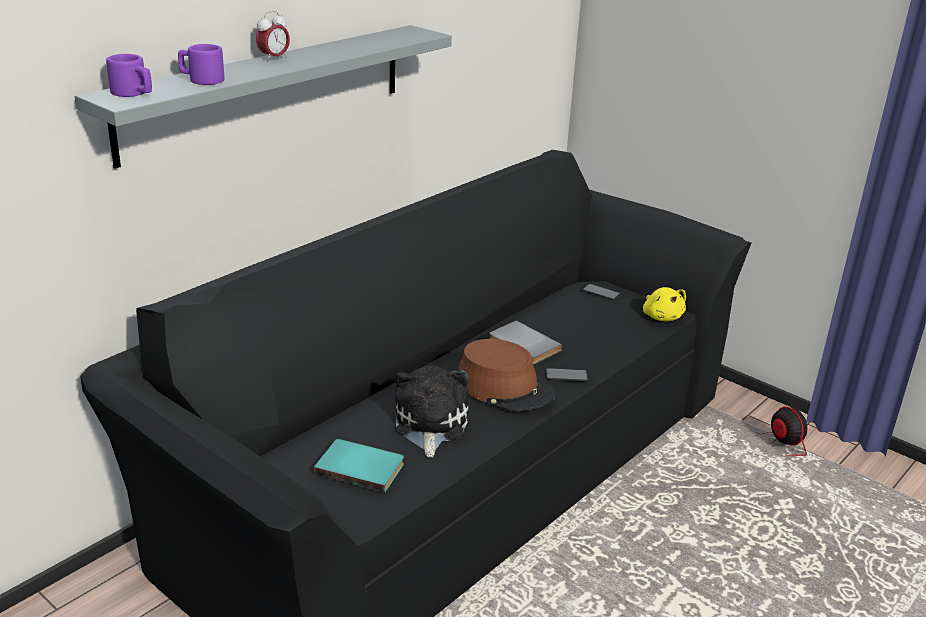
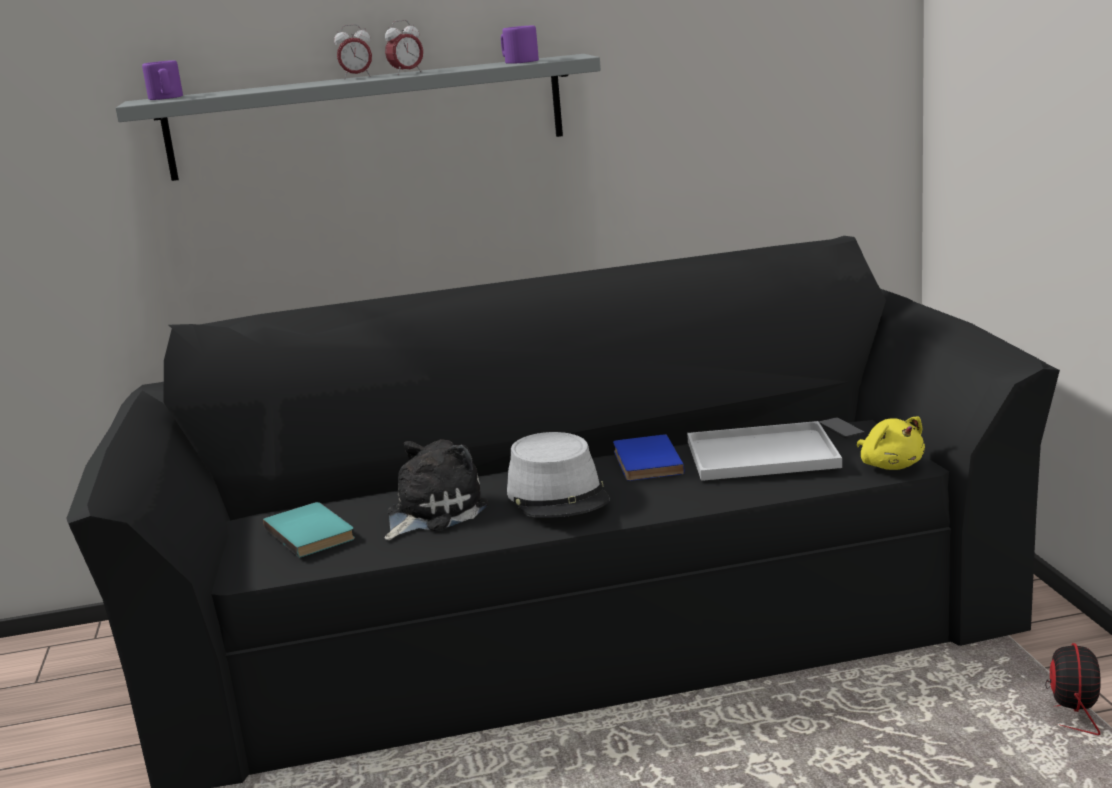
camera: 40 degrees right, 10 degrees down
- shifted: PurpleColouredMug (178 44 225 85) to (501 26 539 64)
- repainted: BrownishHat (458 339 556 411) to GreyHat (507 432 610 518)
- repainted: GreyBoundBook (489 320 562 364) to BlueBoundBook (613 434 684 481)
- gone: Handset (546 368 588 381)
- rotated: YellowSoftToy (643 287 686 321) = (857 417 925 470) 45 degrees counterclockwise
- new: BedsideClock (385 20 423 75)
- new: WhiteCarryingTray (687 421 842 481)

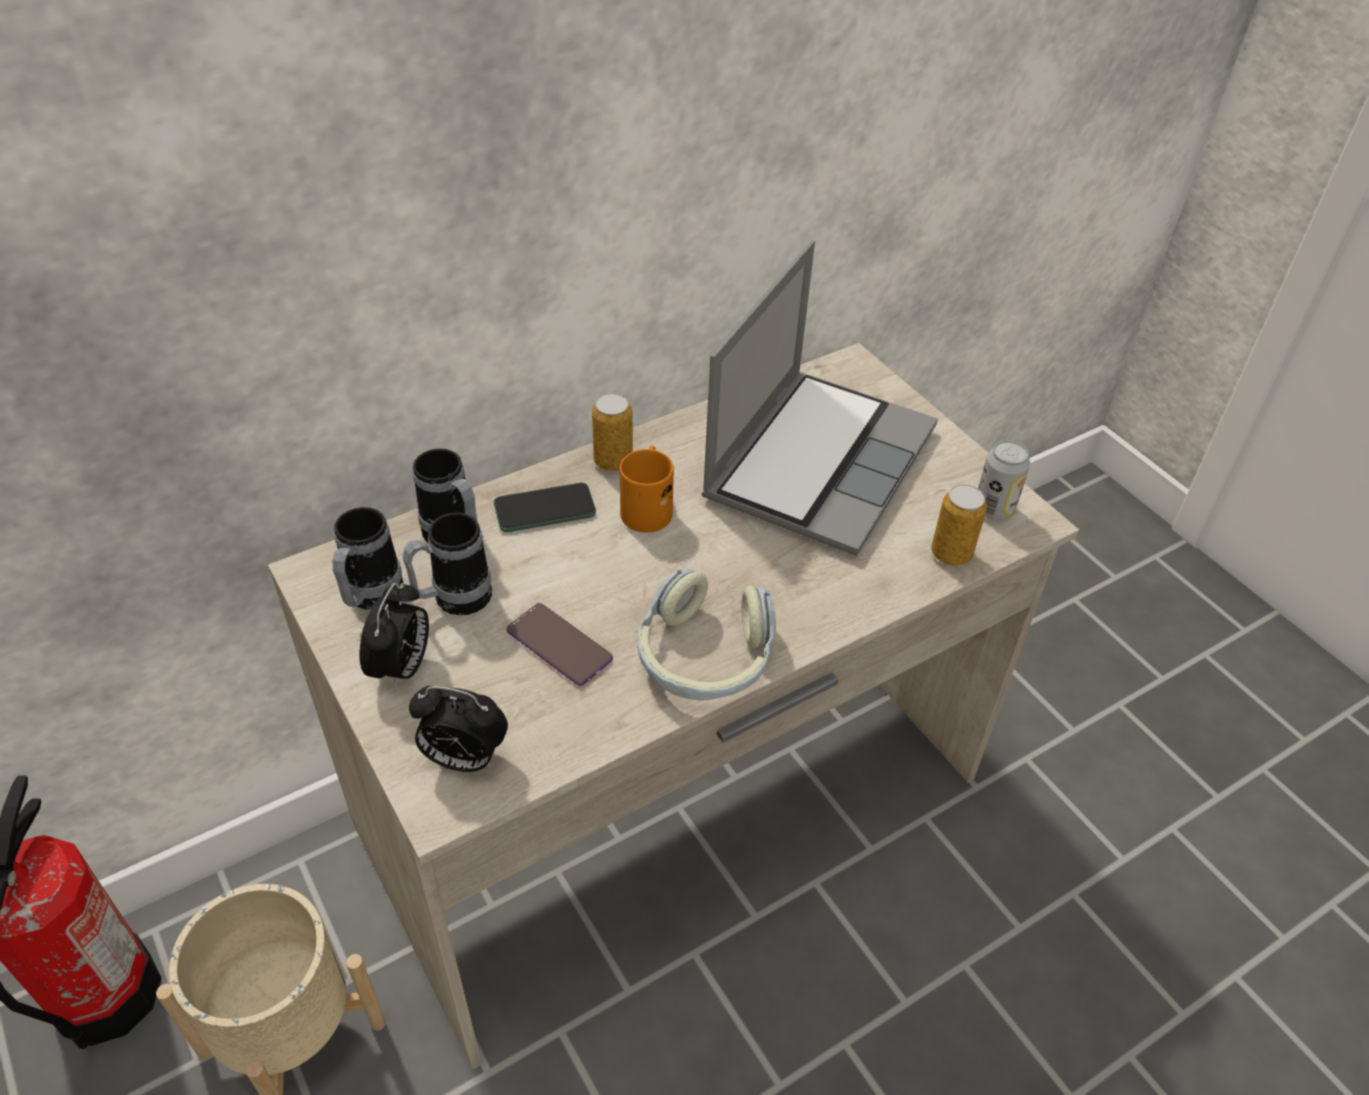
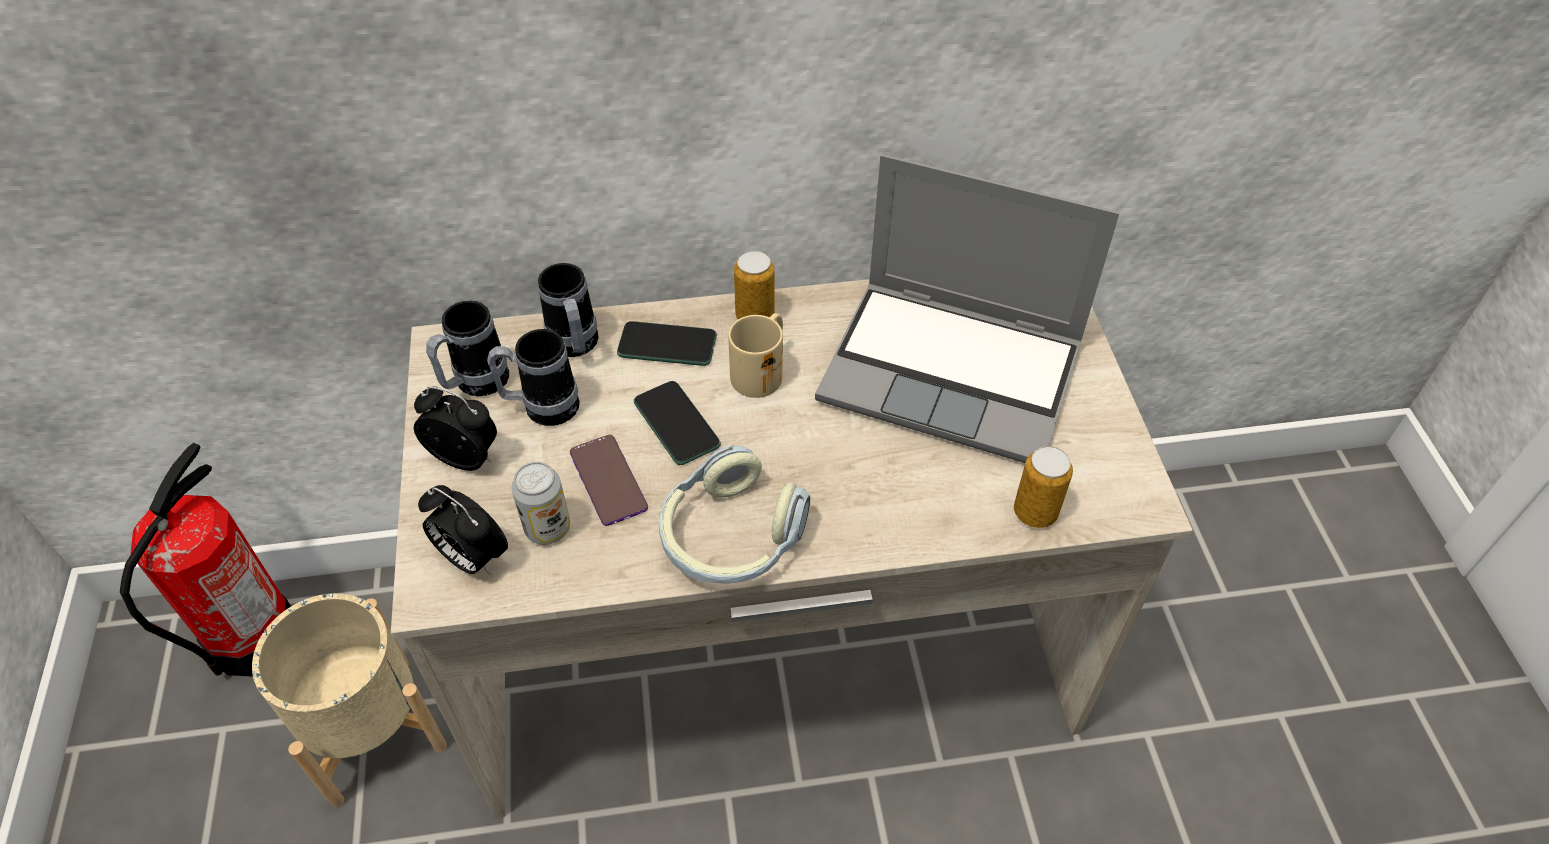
camera: 25 degrees right, 5 degrees up
- rotated: BedsideClock (359 583 429 690) = (414 386 497 471) 105 degrees counterclockwise
- repainted: OrangeColouredMug (620 446 674 533) to BeigeColouredMug (728 313 783 398)
- rotated: NotebookComputer (702 241 938 556) = (815 154 1120 463) 60 degrees clockwise
- shifted: SealedCan (978 440 1030 520) to (511 462 570 545)
- new: Handset (634 381 721 465)

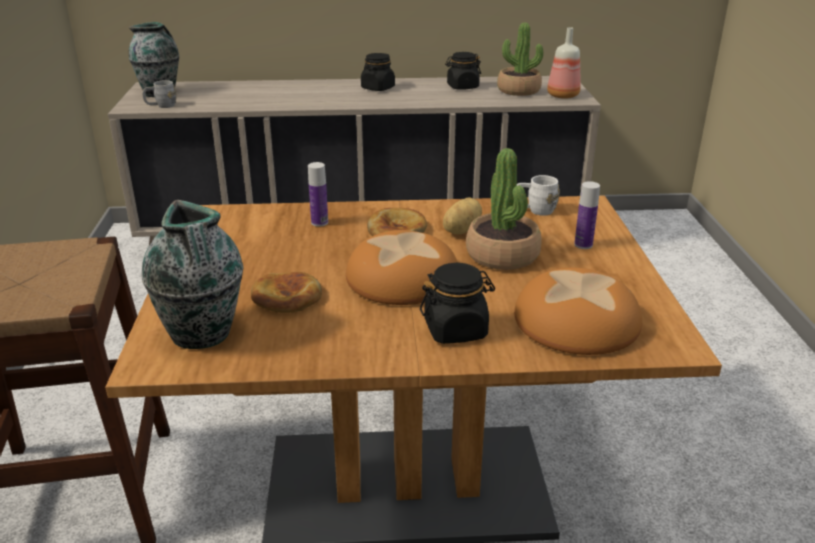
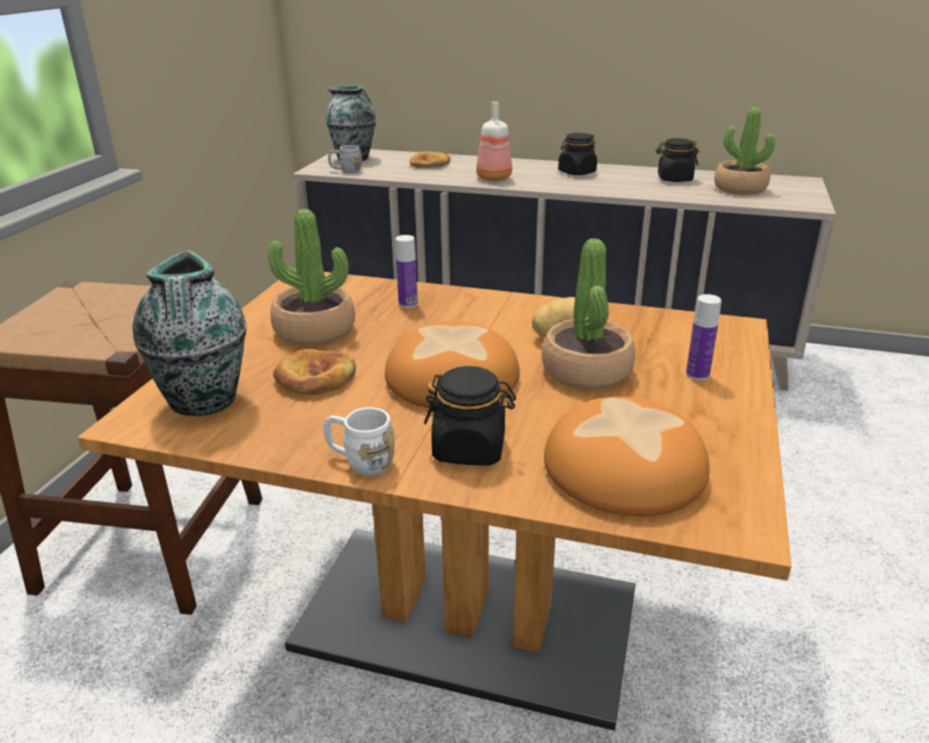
camera: 20 degrees right, 0 degrees up
- shifted: BakeryBread (367 208 427 236) to (410 151 450 168)
- shifted: WhiteMug (517 175 560 216) to (323 407 395 476)
- shifted: Bottle (547 27 581 99) to (476 101 512 181)
- new: Houseplant (268 209 355 346)

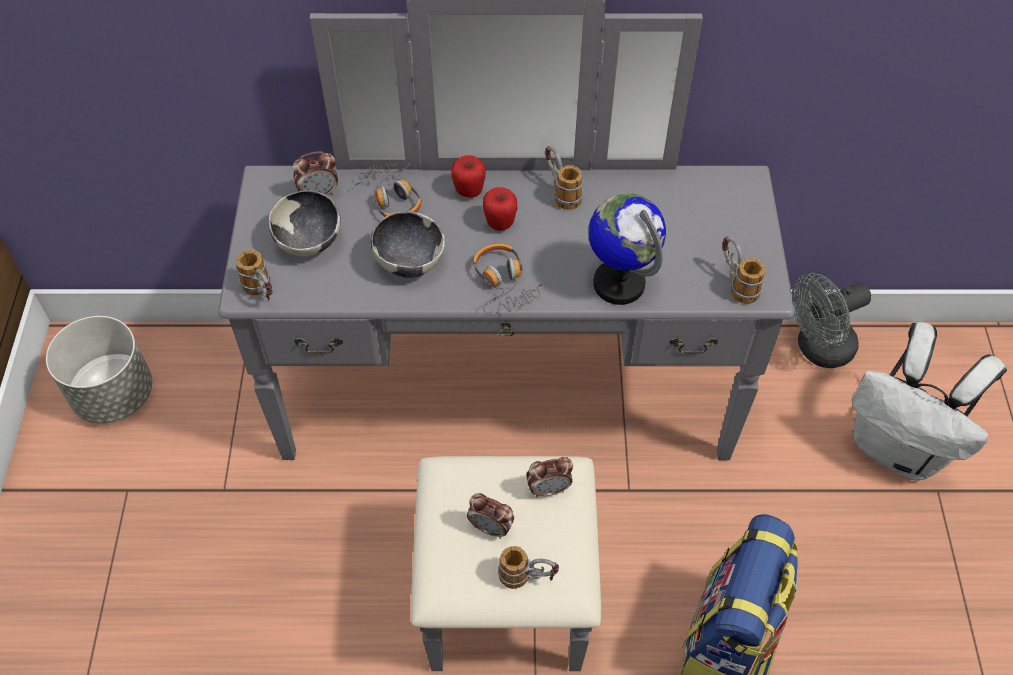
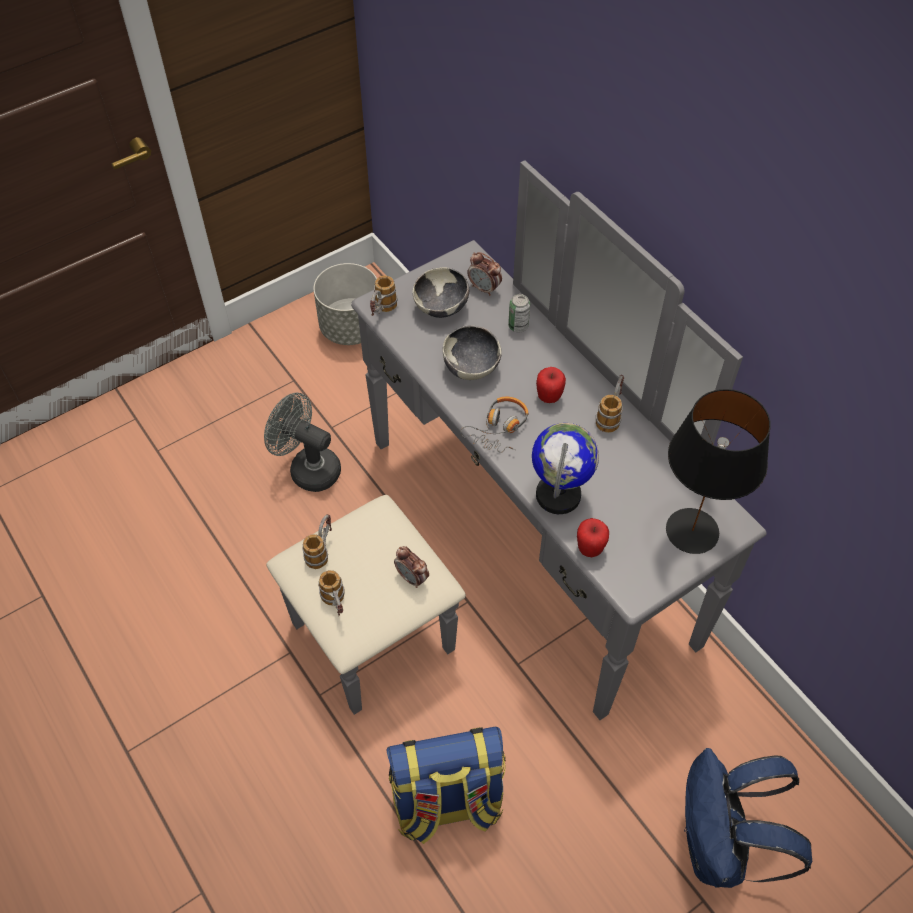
camera: 55 degrees right, 0 degrees up
- swapped: PairOfHeadphones (352 163 422 217) to SealedCan (508 294 530 332)
- shifted: WholeApple (451 155 486 198) to (577 518 609 557)
- gone: BedsideClock (467 493 514 539)
- shifted: Mug (722 236 765 304) to (302 514 332 569)
- shifted: GreyCoolingFan (792 273 871 368) to (264 393 341 492)
- repainted: WhiteBackpack (852 322 1007 481) to BlueBackpack (684 748 812 888)
- new: BlackTabletopLamp (666 389 771 554)

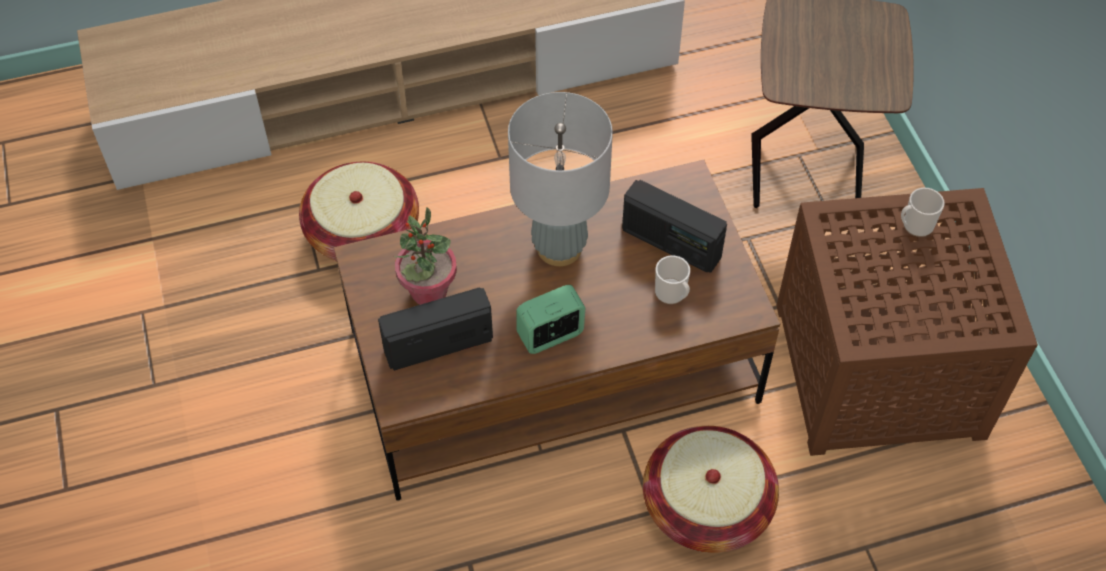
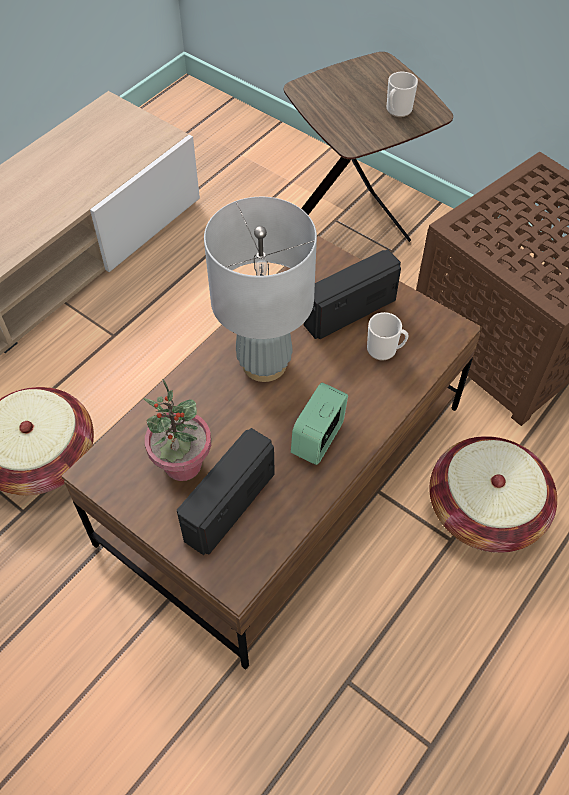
camera: 35 degrees left, 0 degrees up
- rotated: Radio (622 180 727 273) = (304 249 401 339) 150 degrees clockwise
- shifted: Mug (901 188 944 237) to (386 72 418 117)

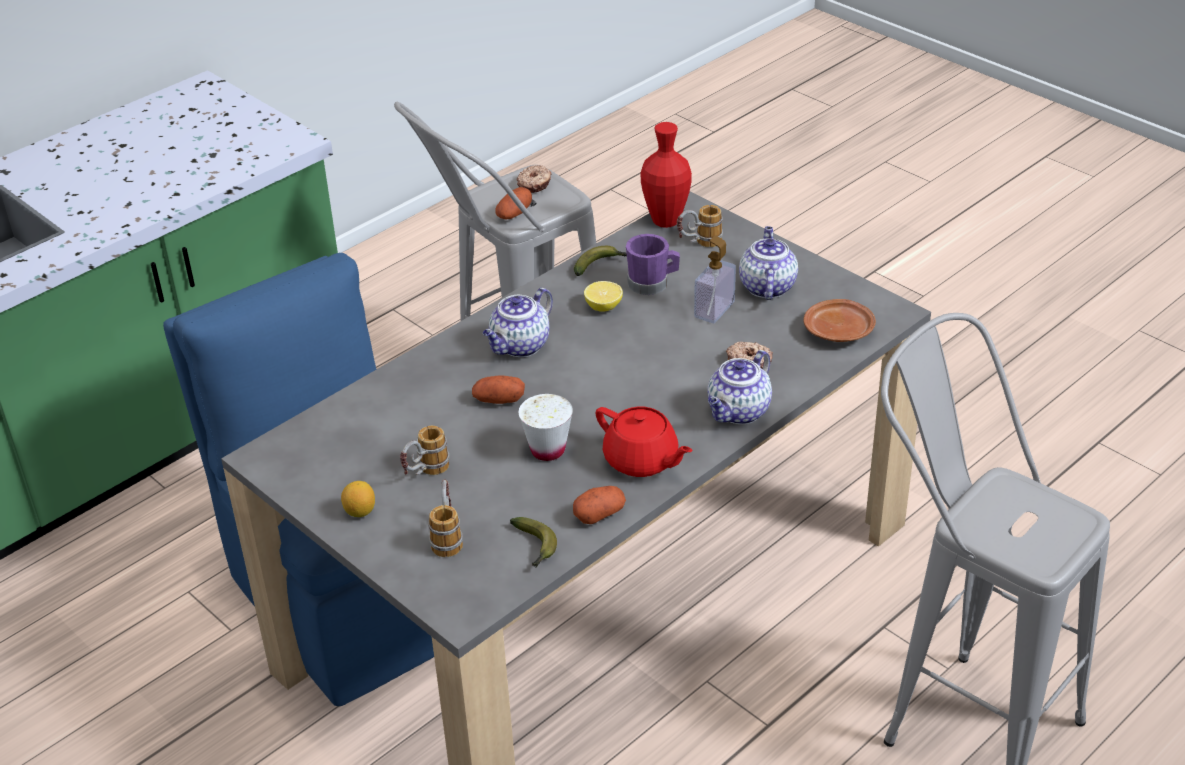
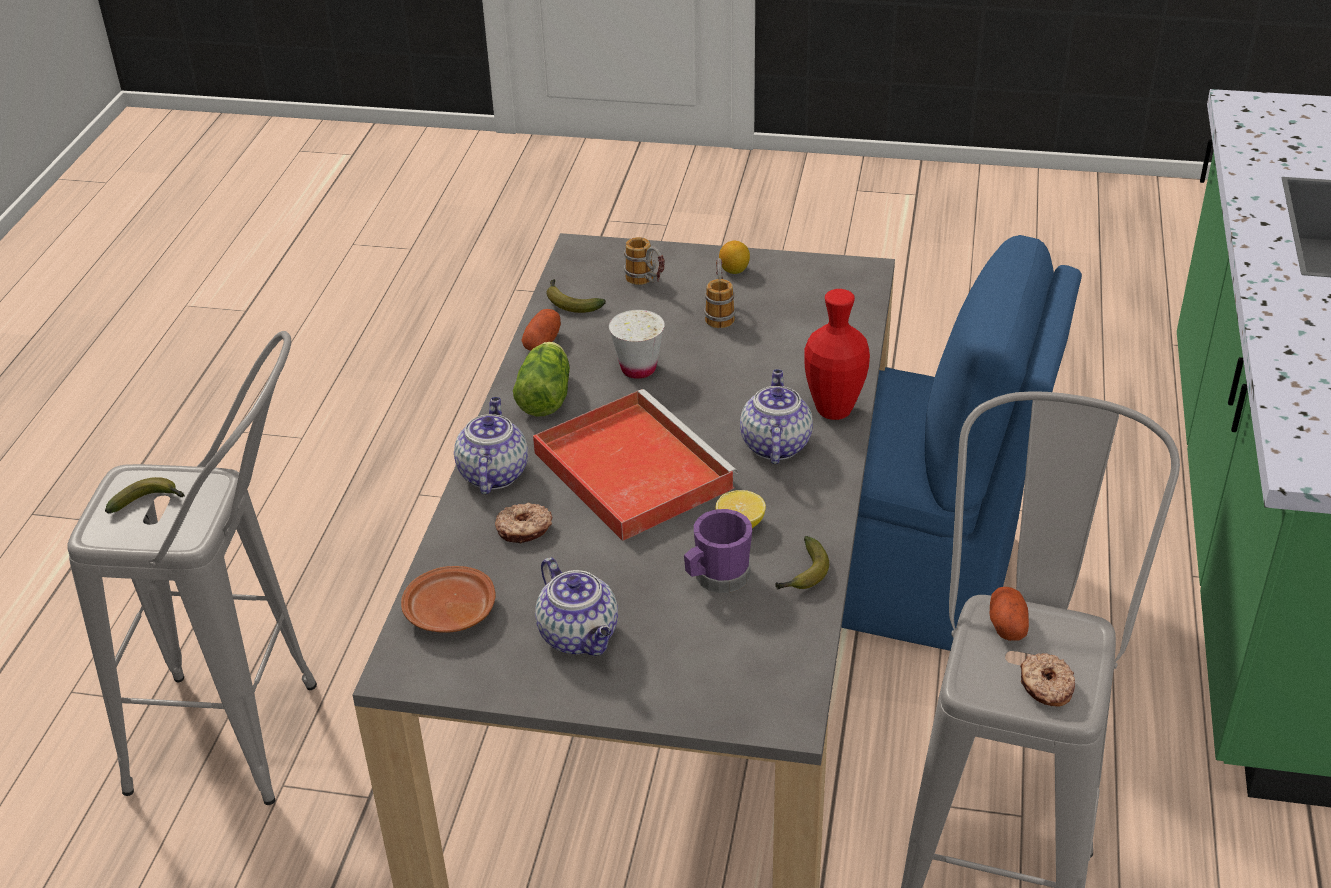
camera: 145 degrees right, 0 degrees up
- gone: Potato (472 375 525 404)
- swapped: ReddishTeaPot (595 407 693 477) to Lettuce (513 342 570 416)
- shifted: ReddishVase (640 122 692 228) to (804 289 870 420)
- gone: Mug (677 205 723 247)
- gone: SoapBottle (694 235 736 323)
- new: BananaFruit (105 477 185 513)
- new: ReddishCarryingTray (533 389 738 541)

